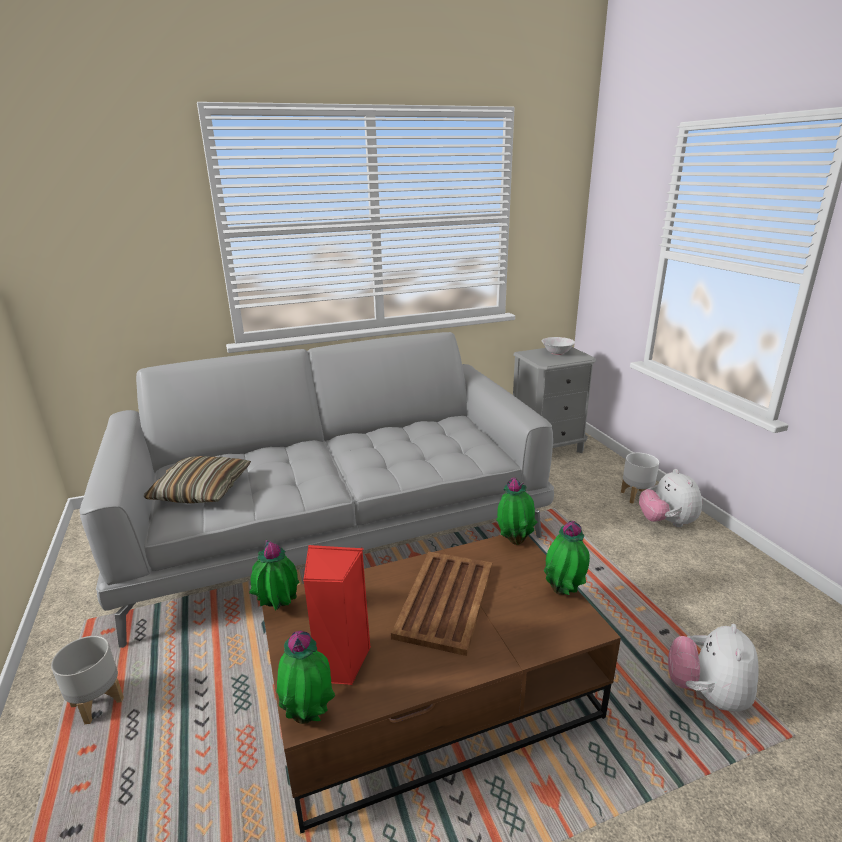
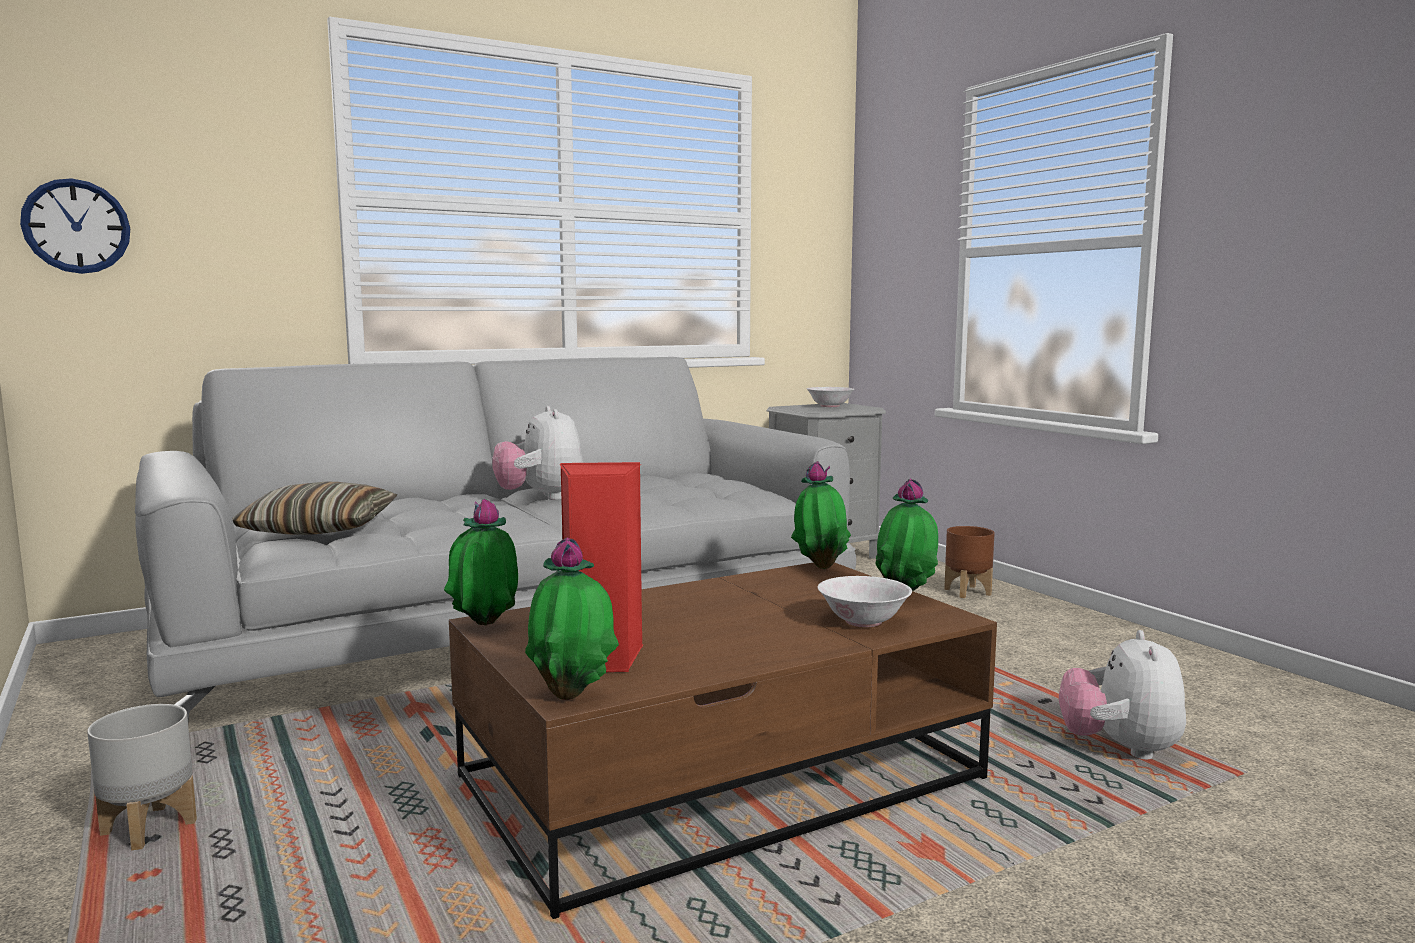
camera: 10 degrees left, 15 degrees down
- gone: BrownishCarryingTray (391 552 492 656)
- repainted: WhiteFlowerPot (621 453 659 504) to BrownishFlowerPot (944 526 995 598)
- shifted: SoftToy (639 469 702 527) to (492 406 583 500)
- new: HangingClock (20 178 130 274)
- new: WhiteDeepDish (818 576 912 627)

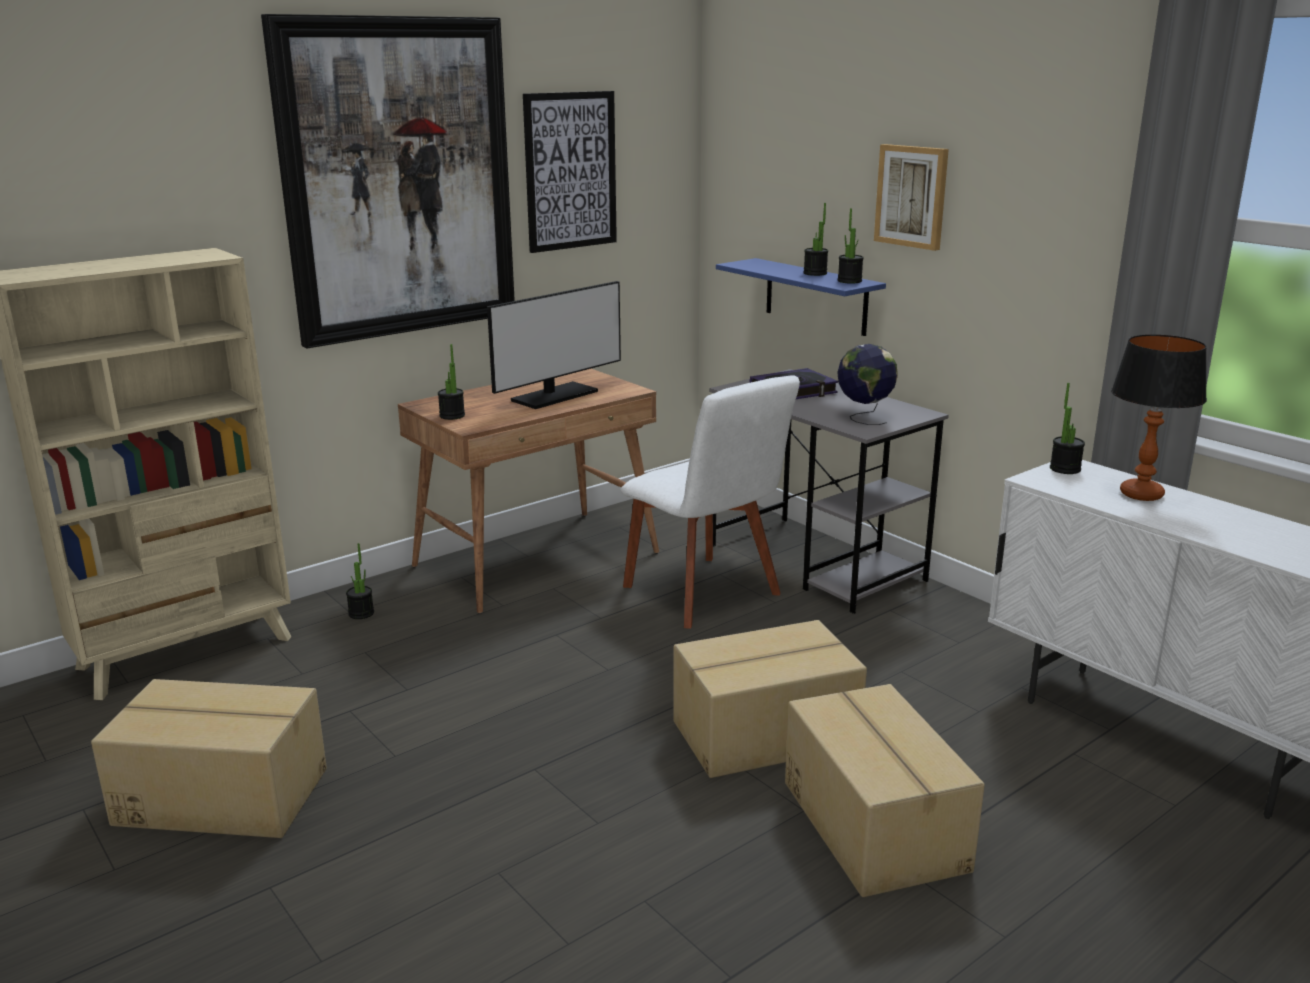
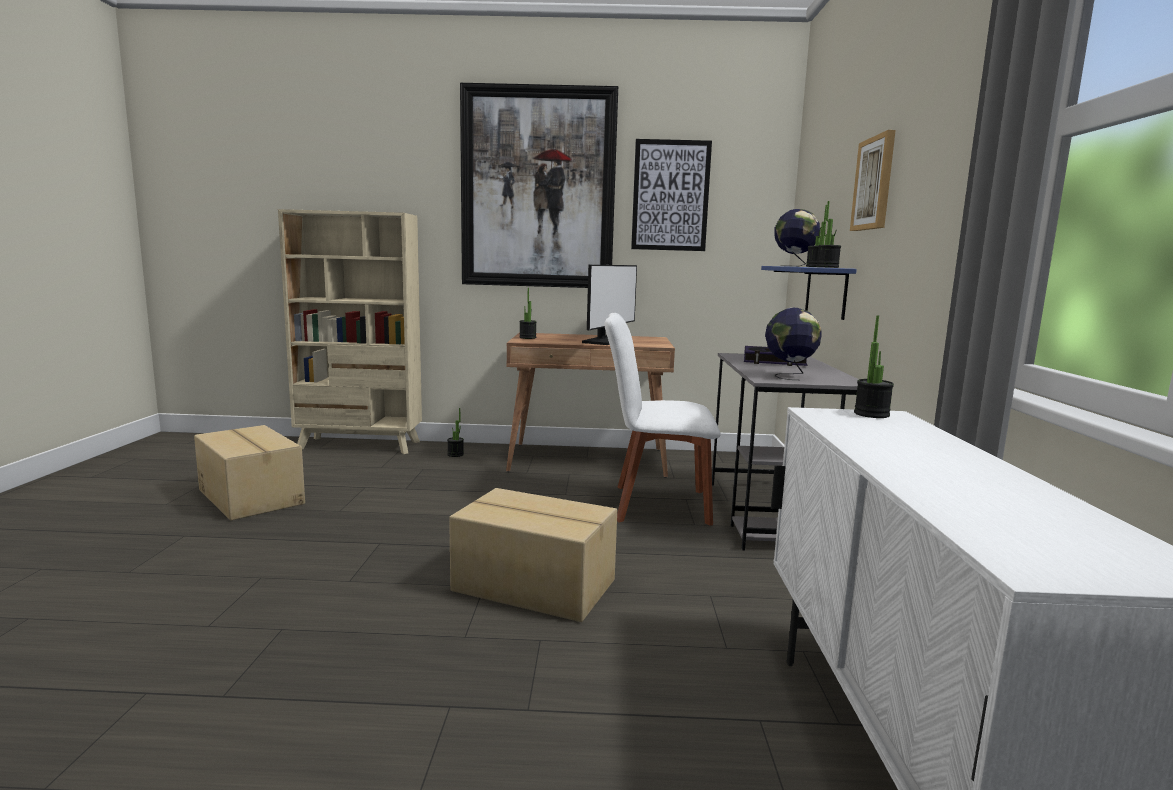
camera: 40 degrees right, 10 degrees down
- rotated: ComputerScreen (487 281 621 409) = (582 265 637 345) 60 degrees counterclockwise
- rotated: WhiteChair (620 375 800 629) = (604 313 721 526) 90 degrees clockwise
- gone: CardboardBox (785 684 985 897)
- gone: TabletopLamp (1111 334 1207 501)
- new: DeskGlobe (774 209 820 266)

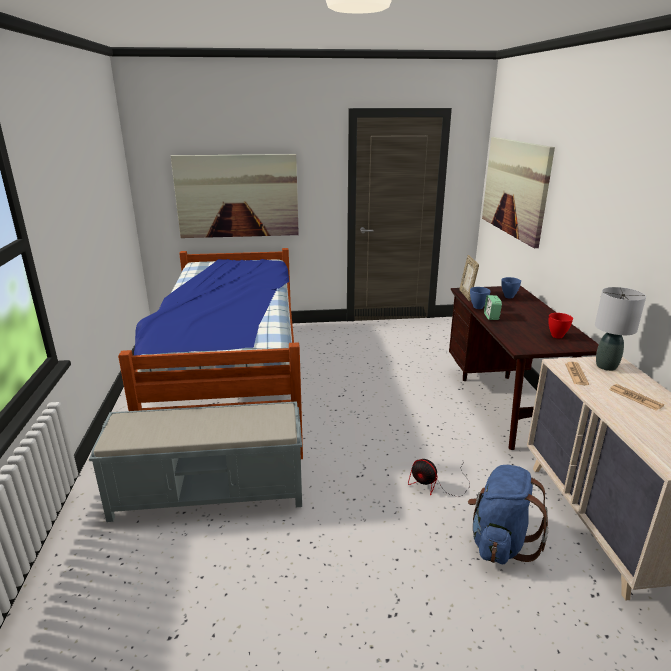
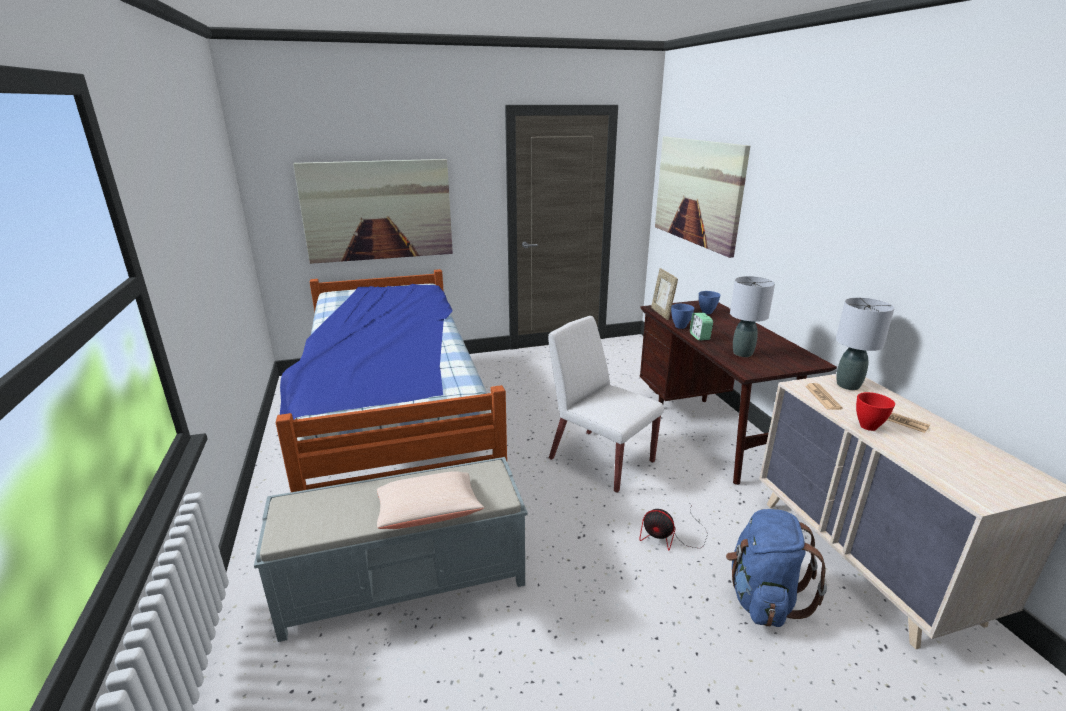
camera: 10 degrees left, 0 degrees up
- shifted: ReddishDeepDish (549 313 573 339) to (856 392 895 431)
- new: BeigeColouredPillow (377 471 484 529)
- new: WhiteChair (548 316 664 493)
- new: GreyTabletopLamp (730 276 775 357)

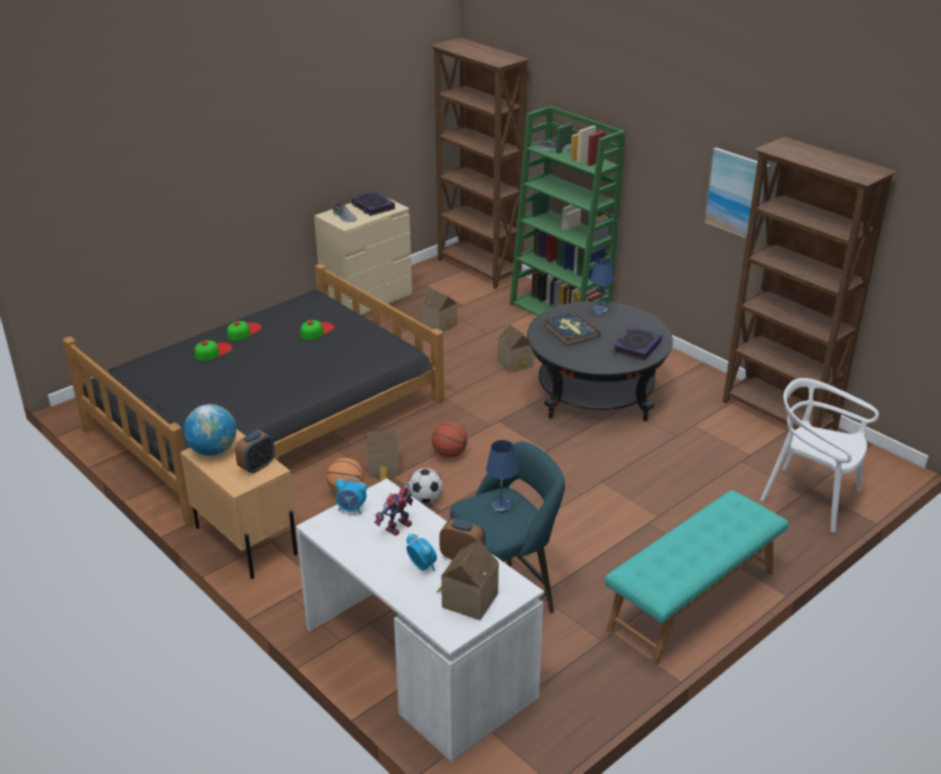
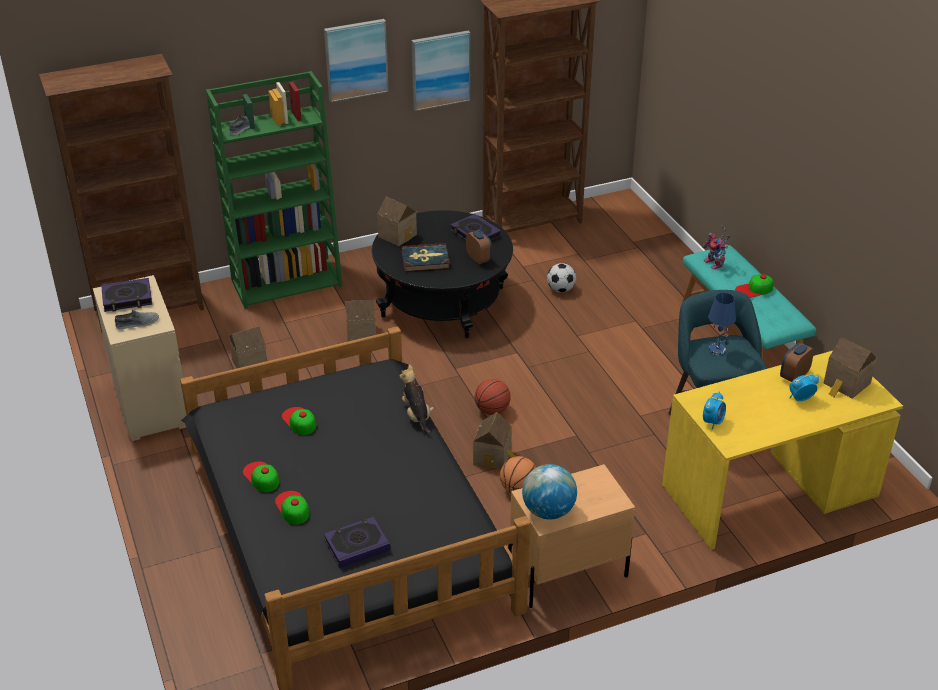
camera: 70 degrees left, 5 degrees up
- shifted: BedsideClock (235 430 275 474) to (466 230 492 264)
- repainted: WhiteDeskTable (296 478 544 762) to YellowDeskTable (662 351 903 550)
- shifted: ModelRobot (375 483 413 536) to (702 225 730 270)
- shifted: FootballBall (408 468 443 503) to (547 263 576 292)
- swapped: BlueTabletopLamp (590 258 614 314) to MiniatureHouse (377 197 417 246)
- gone: WhiteChair (760 378 879 533)
- new: Picture (324 19 389 103)
- new: BoundBook (324 517 391 568)
- new: SoftToy (400 364 434 437)
- new: Cap (735 274 773 298)

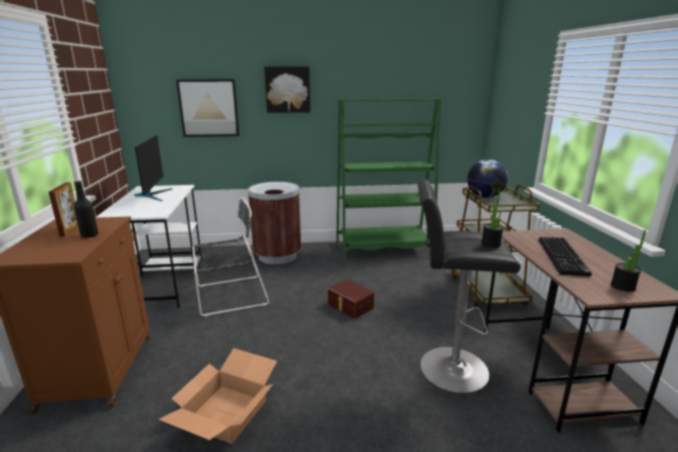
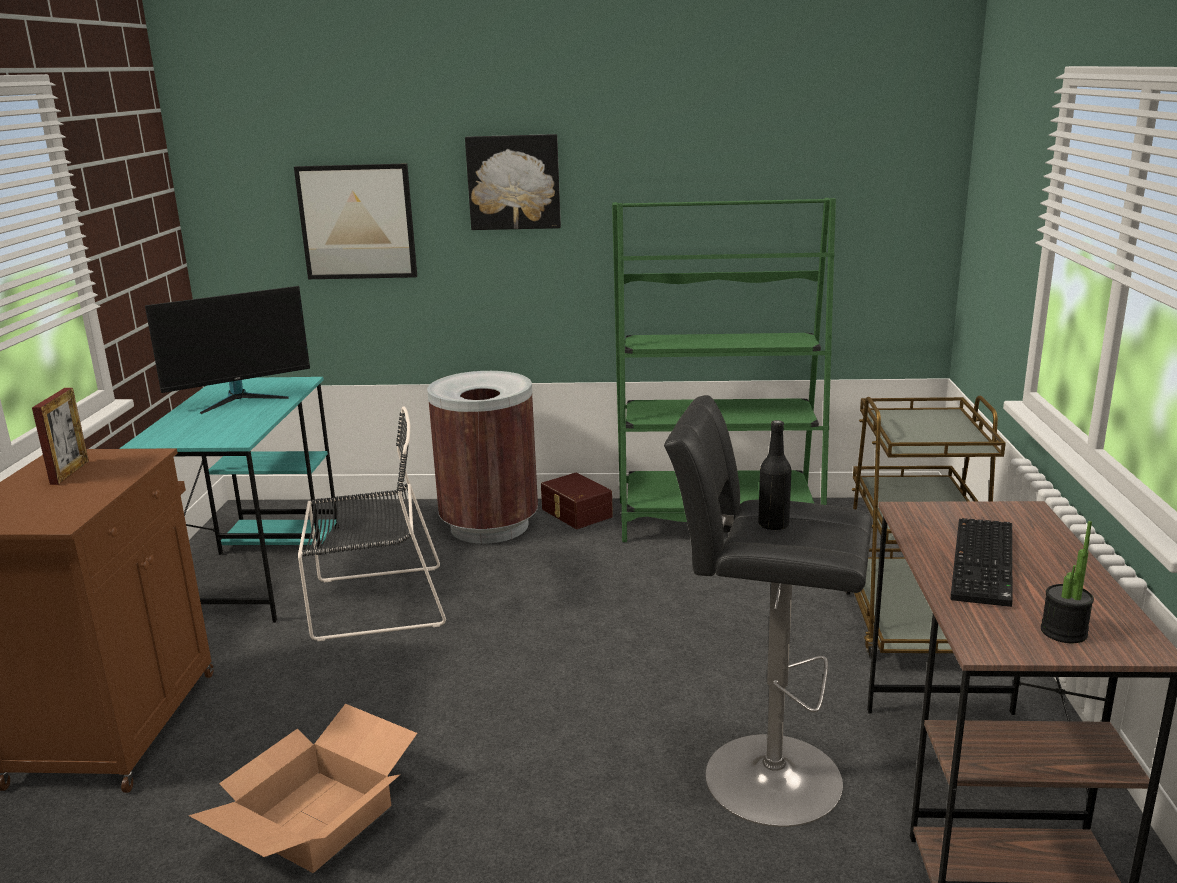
camera: 10 degrees right, 0 degrees up
- shifted: BlackBottle (74 181 98 238) to (758 420 792 531)
- repainted: WhiteDeskTable (95 185 202 308) to TurquoiseDeskTable (119 377 339 623)
- rotated: ComputerScreen (135 135 172 201) = (145 286 310 414) 60 degrees clockwise
- shifted: BrownishStorageContainer (328 279 374 319) to (541 473 613 529)
- gone: DeskGlobe (467 159 508 198)
- gone: Houseplant (481 190 504 248)

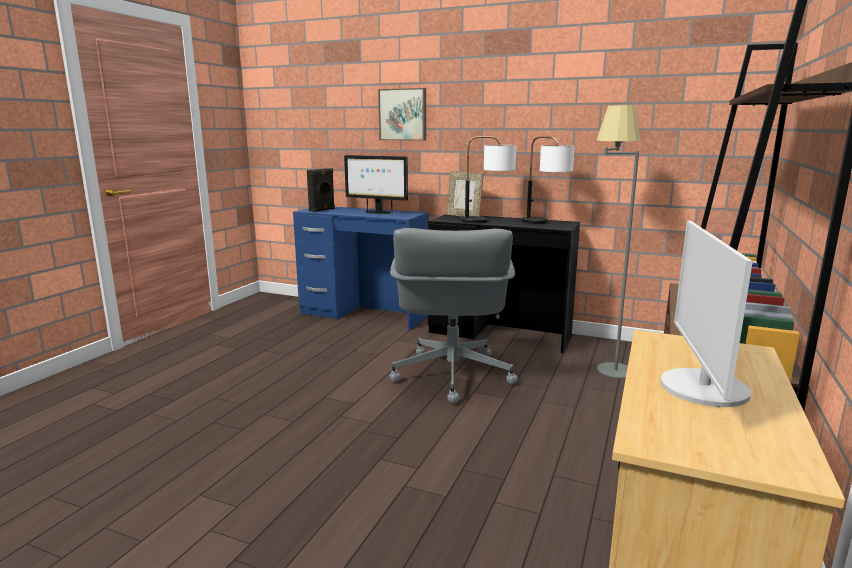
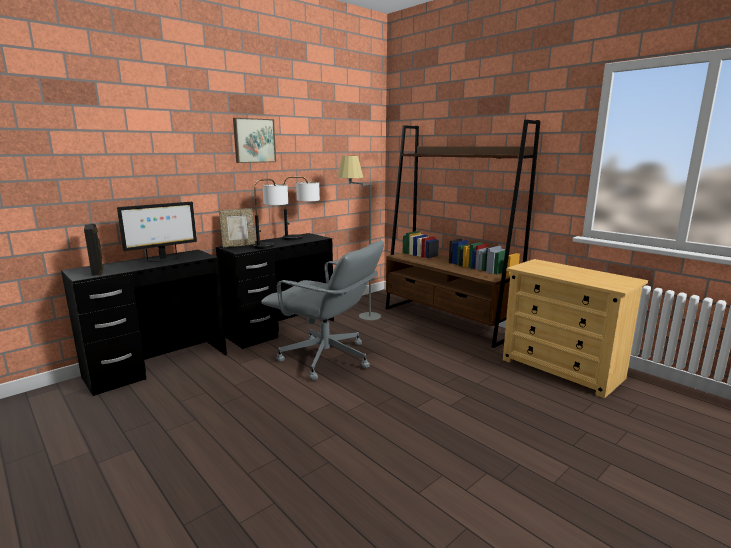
camera: 65 degrees left, 0 degrees up
- repainted: BlueDeskTable (293 207 429 330) to BlackDeskTable (61 250 227 396)
- shifted: Picture (378 88 426 141) to (233 118 276 163)
- gone: ComputerScreen (661 221 753 407)

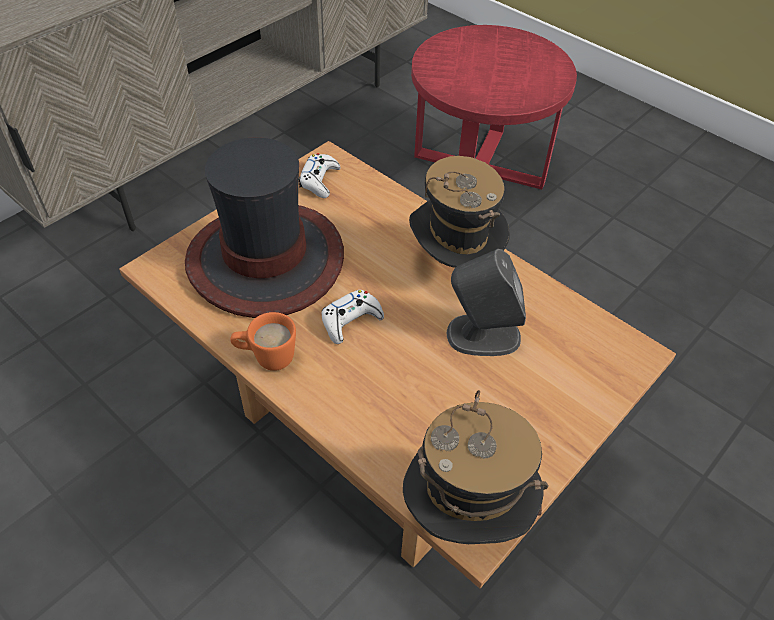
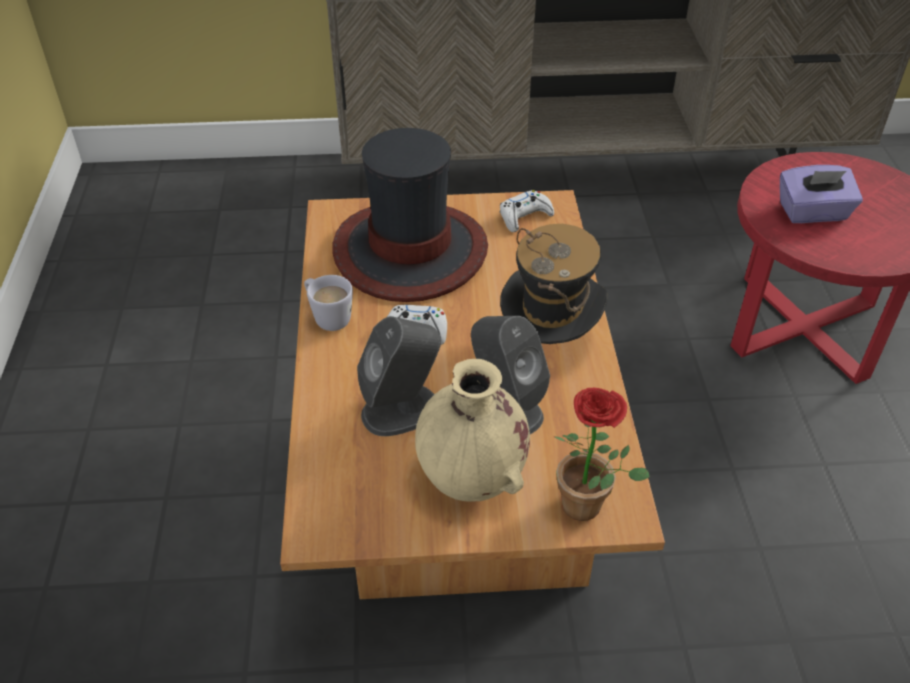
camera: 45 degrees right, 5 degrees down
- repainted: OrangeColouredMug (230 312 296 371) to WhiteMug (304 275 353 331)
- gone: Hat (403 390 549 544)
- new: GreySpeaker (357 316 441 436)
- new: BeigeColouredVase (415 359 530 502)
- new: Houseplant (554 388 650 521)
- new: PurpleColouredTissueHolder (780 165 863 223)

